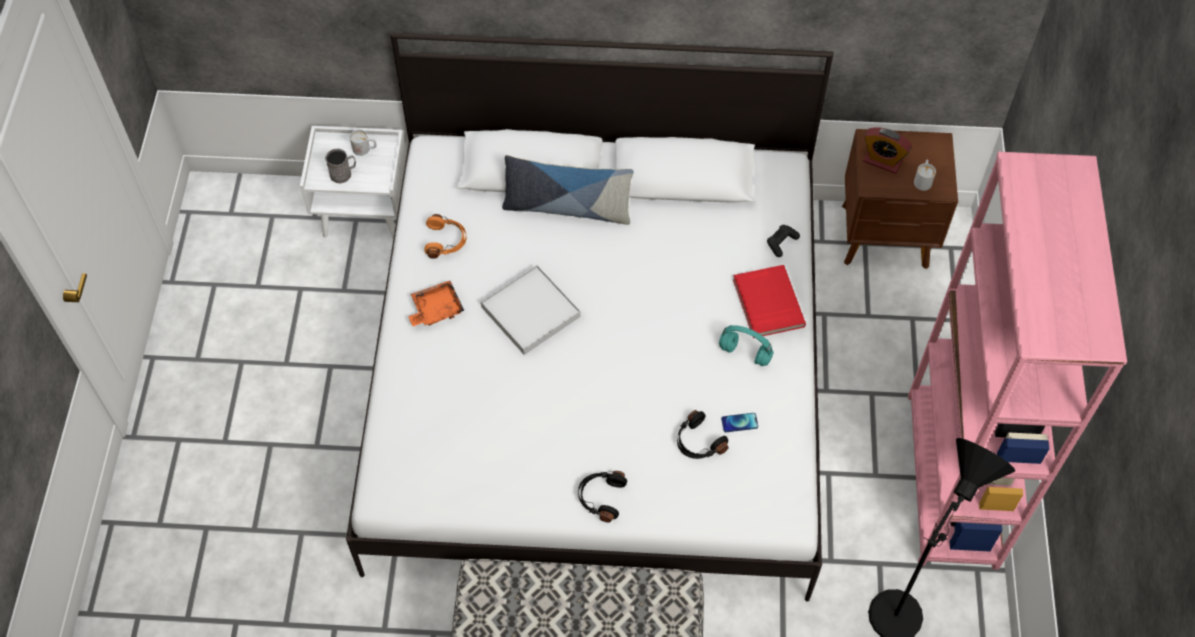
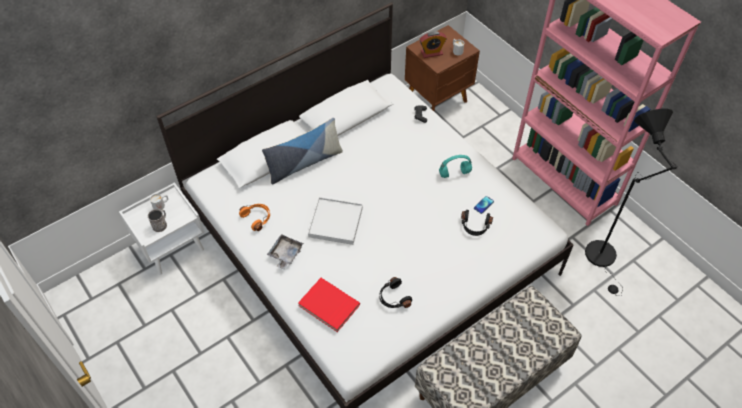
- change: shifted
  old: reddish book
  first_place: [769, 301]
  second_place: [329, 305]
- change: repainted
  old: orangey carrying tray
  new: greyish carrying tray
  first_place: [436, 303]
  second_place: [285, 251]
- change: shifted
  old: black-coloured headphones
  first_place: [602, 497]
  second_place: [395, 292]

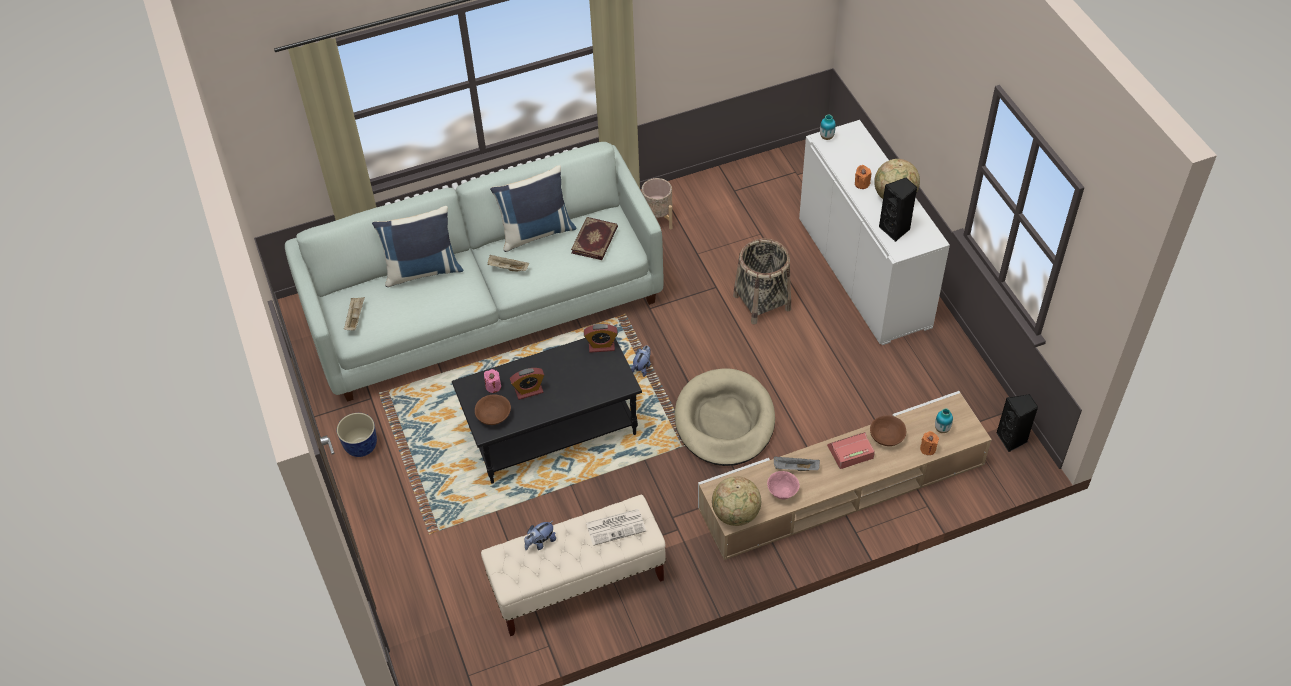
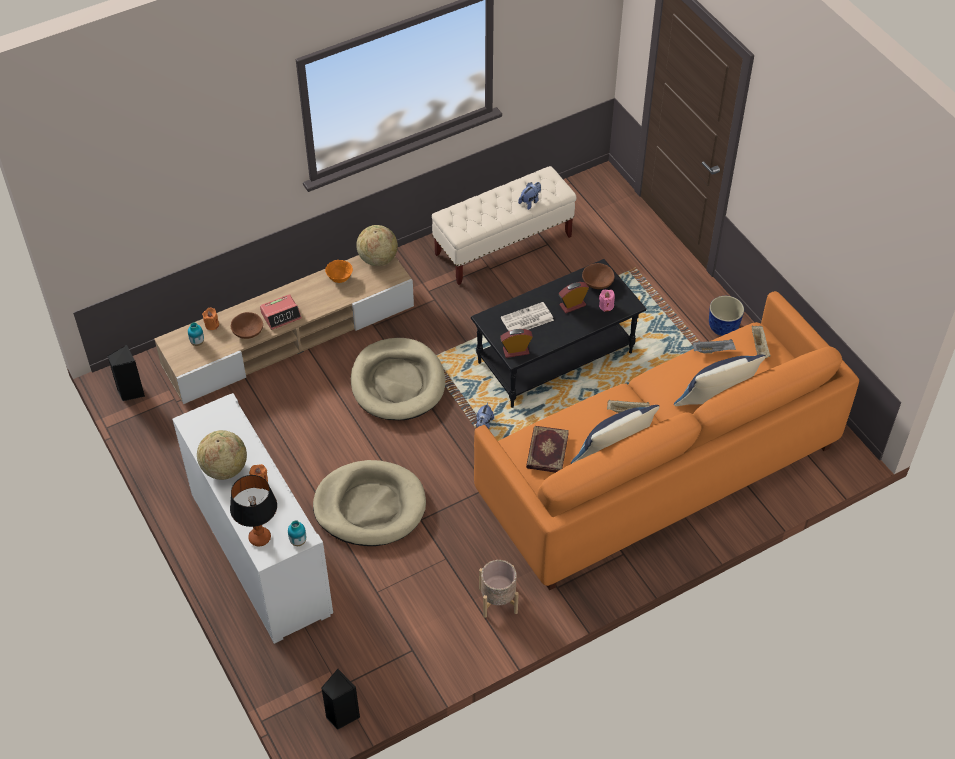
- change: repainted
  old: white-coloured couch
  new: orangey couch
  first_place: [474, 272]
  second_place: [666, 440]
- change: shifted
  old: black-coloured audio speaker
  first_place: [898, 210]
  second_place: [340, 699]
- change: swapped
  old: storage basket
  new: sand-coloured dog bed
  first_place: [762, 281]
  second_place: [369, 503]
- change: shifted
  old: greyish carrying tray
  first_place: [797, 463]
  second_place: [714, 346]
- change: repainted
  old: pink-coloured serving bowl
  new: orangey serving bowl
  first_place: [783, 485]
  second_place: [339, 271]
- change: shifted
  old: printed paper
  first_place: [616, 527]
  second_place: [527, 316]
- change: new
  new: tabletop lamp
  second_place: [253, 510]

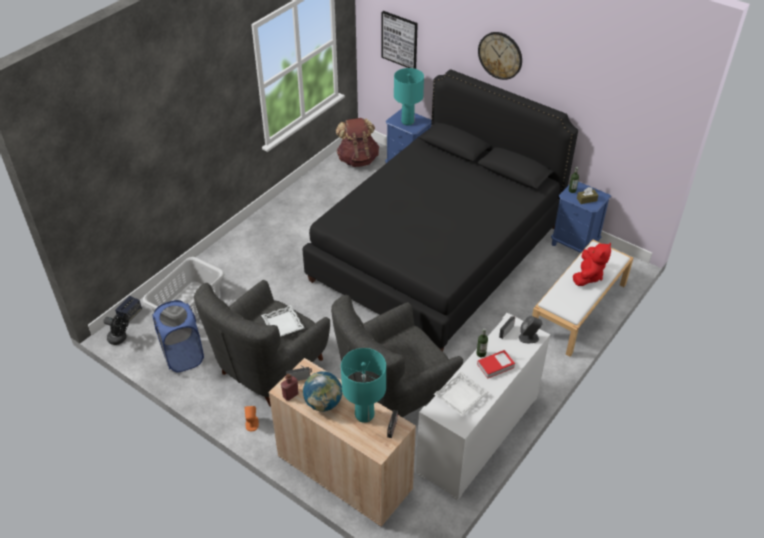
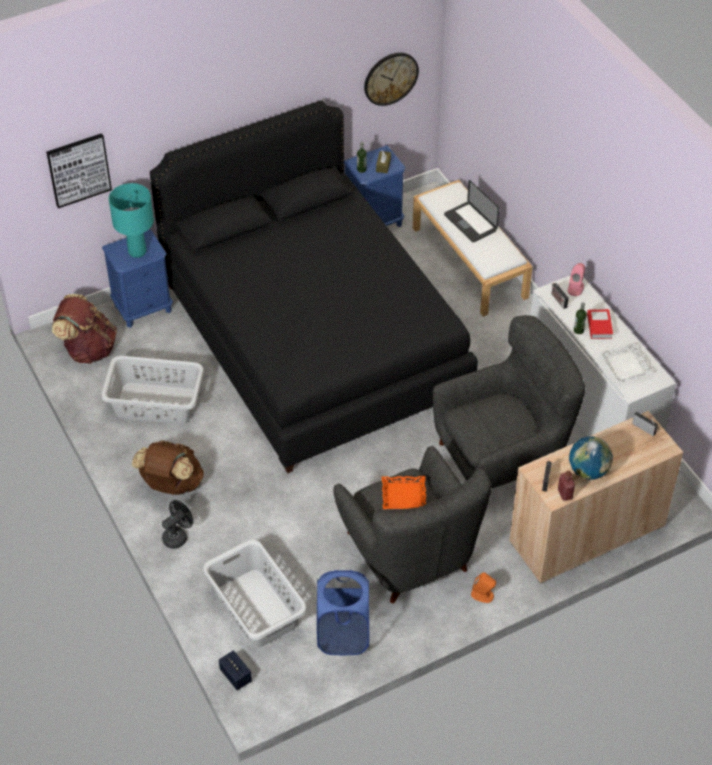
- change: shifted
  old: wall clock
  first_place: [500, 56]
  second_place: [391, 79]
- change: swapped
  old: reddish cuddly toy
  new: notebook computer
  first_place: [592, 264]
  second_place: [471, 211]
- change: rotated
  old: greyish armchair
  first_place: [397, 356]
  second_place: [509, 402]
  degrees: -105
- change: repainted
  old: white-coloured carrying tray
  new: orangey carrying tray
  first_place: [282, 321]
  second_place: [404, 492]
- change: shifted
  old: black-coloured electric fan
  first_place: [116, 328]
  second_place: [177, 524]
- change: repainted
  old: greyish audio speaker
  new: pink-coloured audio speaker
  first_place: [530, 329]
  second_place: [576, 279]
- change: gone
  old: blue-green tabletop lamp
  first_place: [363, 385]
- change: new
  new: greyish hamper
  second_place: [152, 390]
- change: new
  new: brownish knapsack
  second_place: [168, 467]

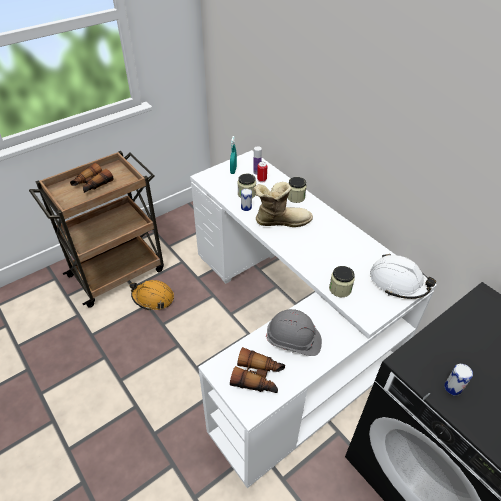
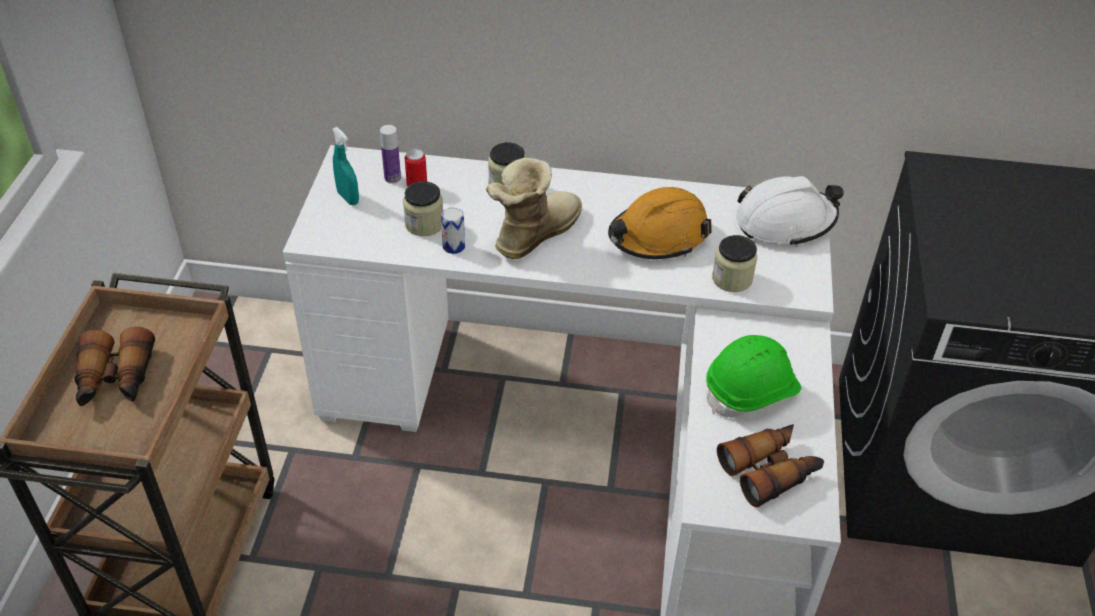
- change: shifted
  old: orangey safety helmet
  first_place: [152, 295]
  second_place: [660, 223]
- change: repainted
  old: greyish safety helmet
  new: green safety helmet
  first_place: [294, 332]
  second_place: [753, 376]
- change: gone
  old: sealed can
  first_place: [458, 380]

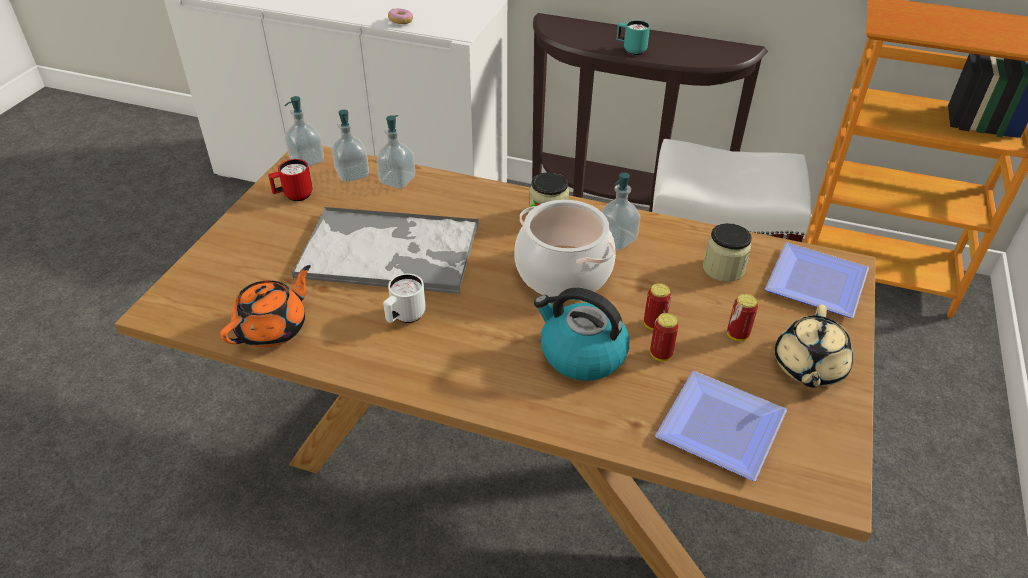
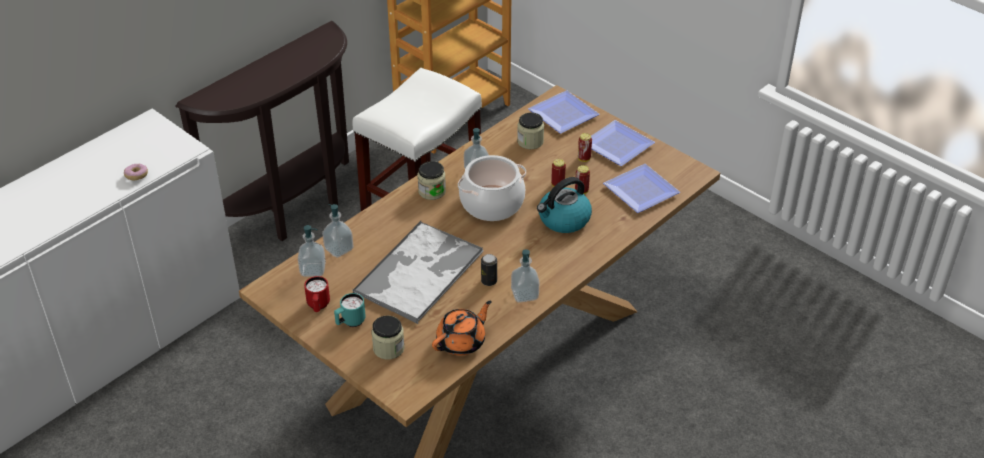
- change: shifted
  old: blue-green mug
  first_place: [633, 37]
  second_place: [350, 310]
- change: shifted
  old: soap bottle
  first_place: [304, 131]
  second_place: [525, 276]
- change: rotated
  old: orangey tea pot
  first_place: [265, 306]
  second_place: [462, 327]
  degrees: 75
- change: swapped
  old: white-coloured mug
  new: sealed can
  first_place: [404, 298]
  second_place: [489, 270]
- change: swapped
  old: sand-coloured tea pot
  new: flat dish
  first_place: [814, 346]
  second_place: [623, 143]
- change: new
  new: jar
  second_place: [388, 338]

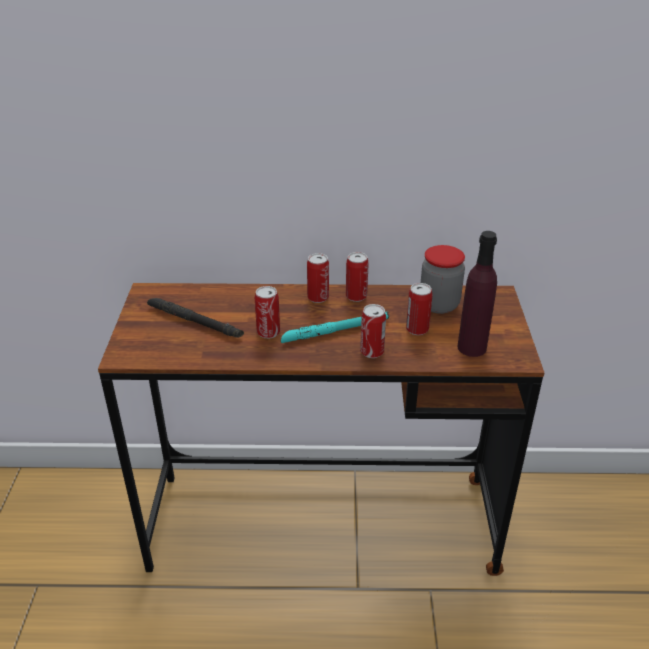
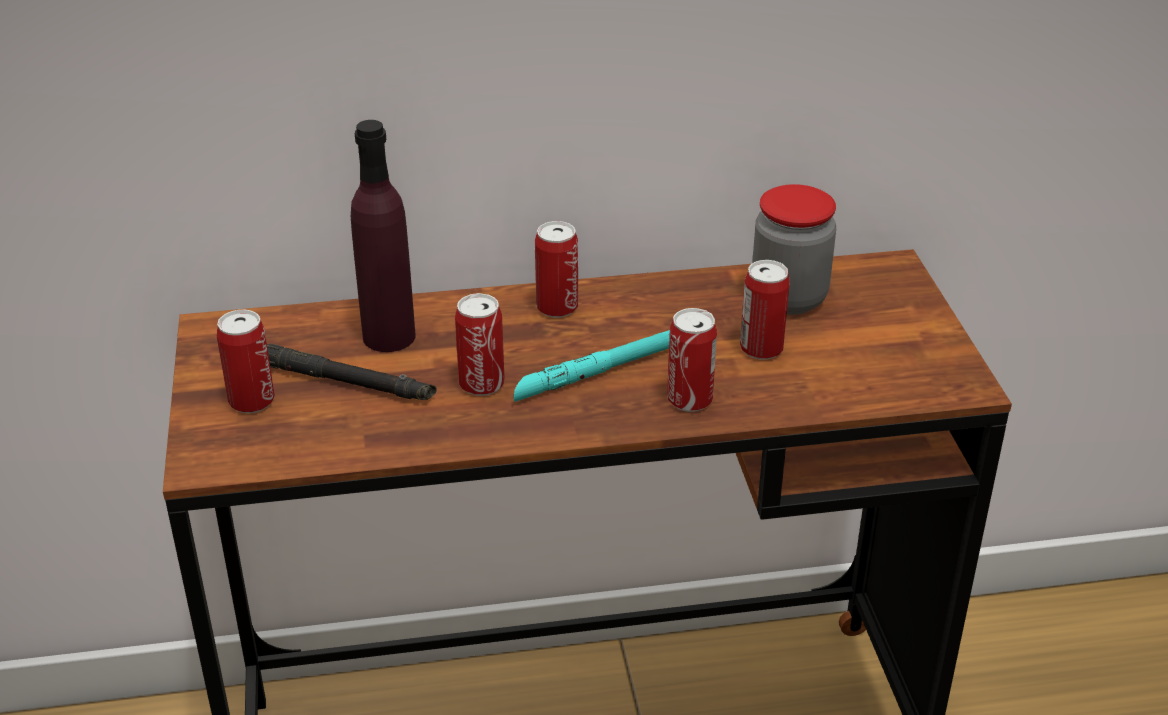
- change: shifted
  old: purple beverage bottle
  first_place: [477, 294]
  second_place: [383, 236]
- change: shifted
  old: sealed can
  first_place: [357, 277]
  second_place: [246, 361]

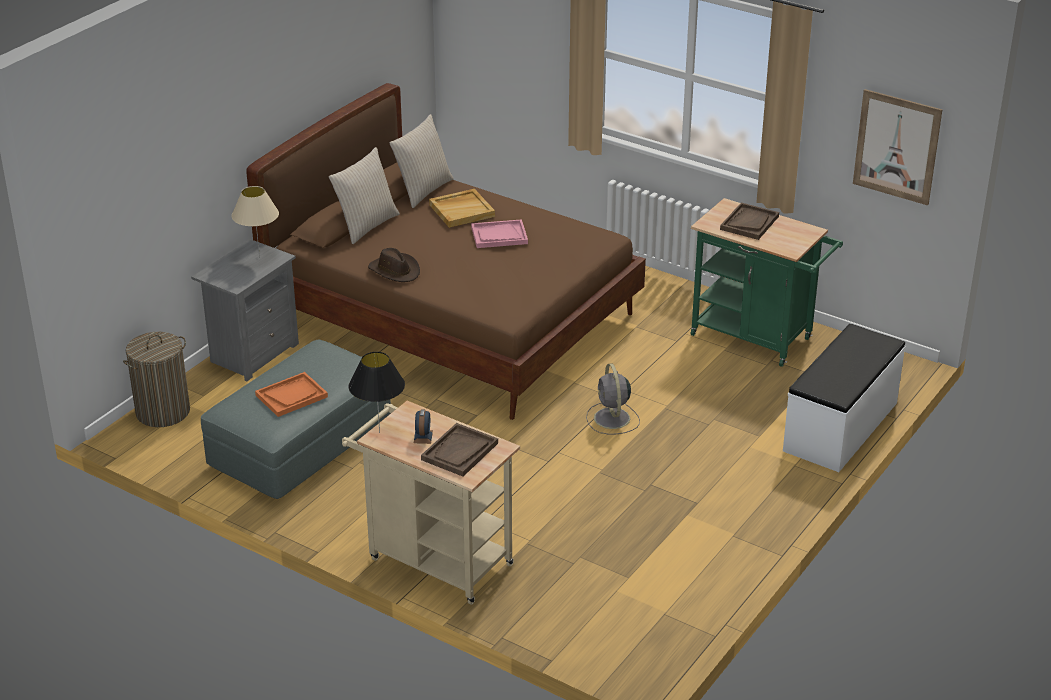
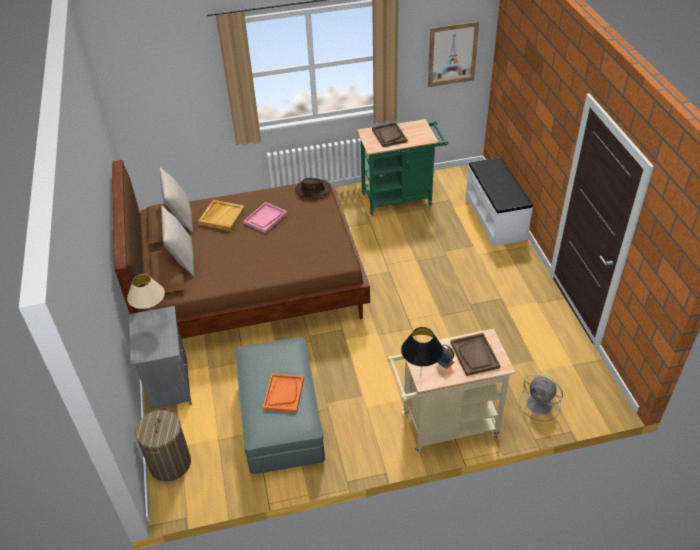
- change: shifted
  old: brownish wearable hat
  first_place: [394, 265]
  second_place: [313, 187]
- change: shifted
  old: greyish electric fan
  first_place: [613, 399]
  second_place: [541, 397]

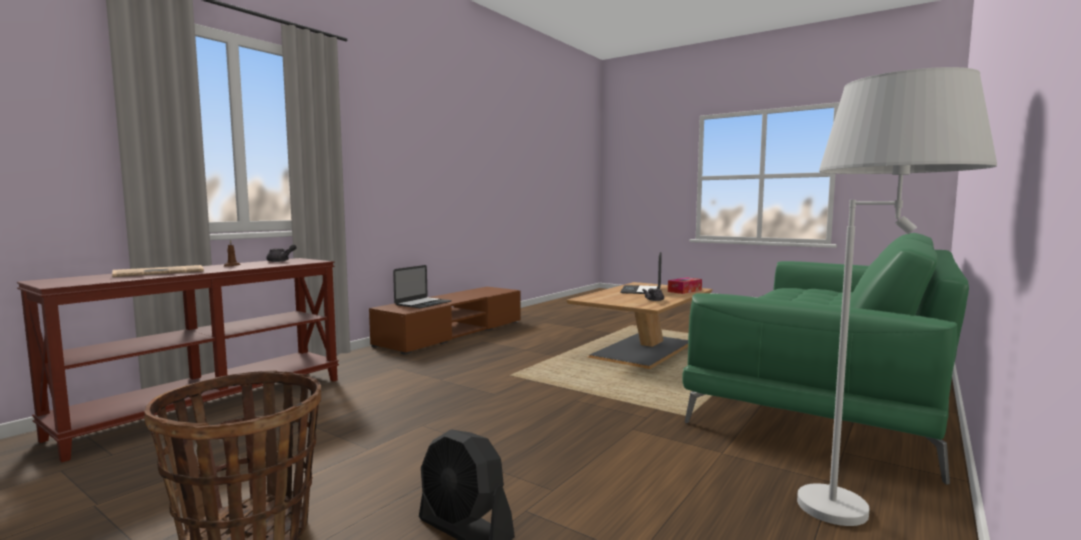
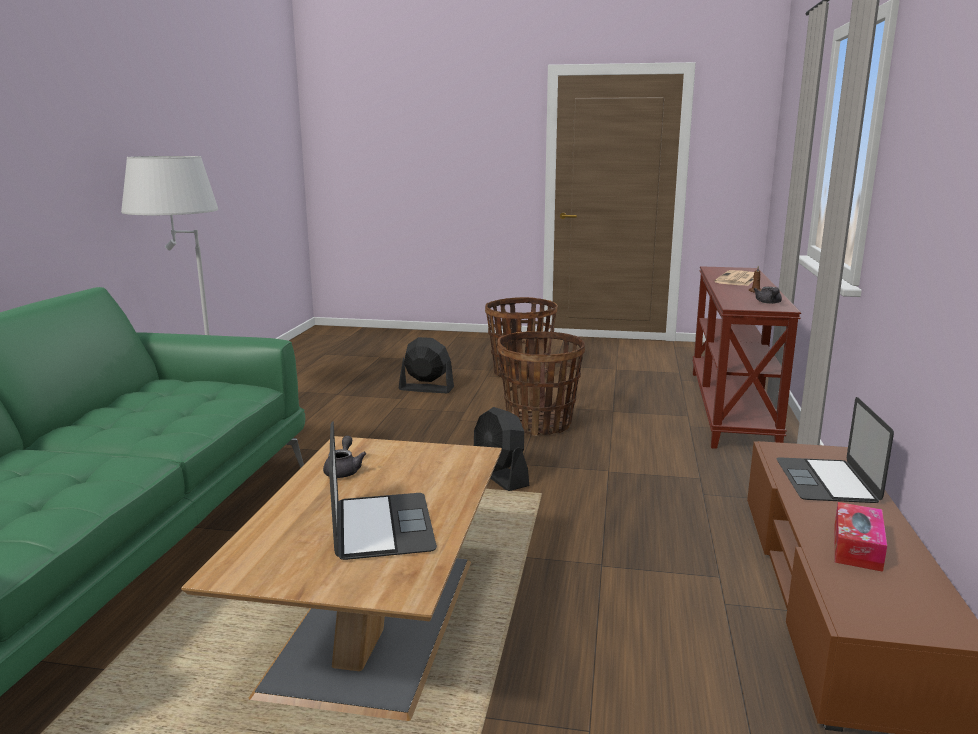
- change: shifted
  old: box of tissues
  first_place: [685, 285]
  second_place: [860, 537]
- change: new
  new: storage basket
  second_place: [541, 383]
- change: new
  new: black-coloured electric fan
  second_place: [501, 449]

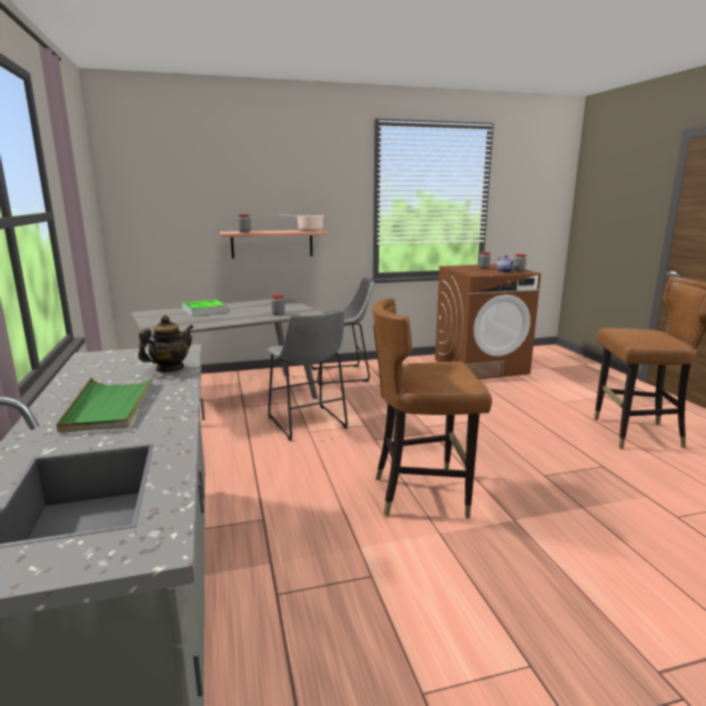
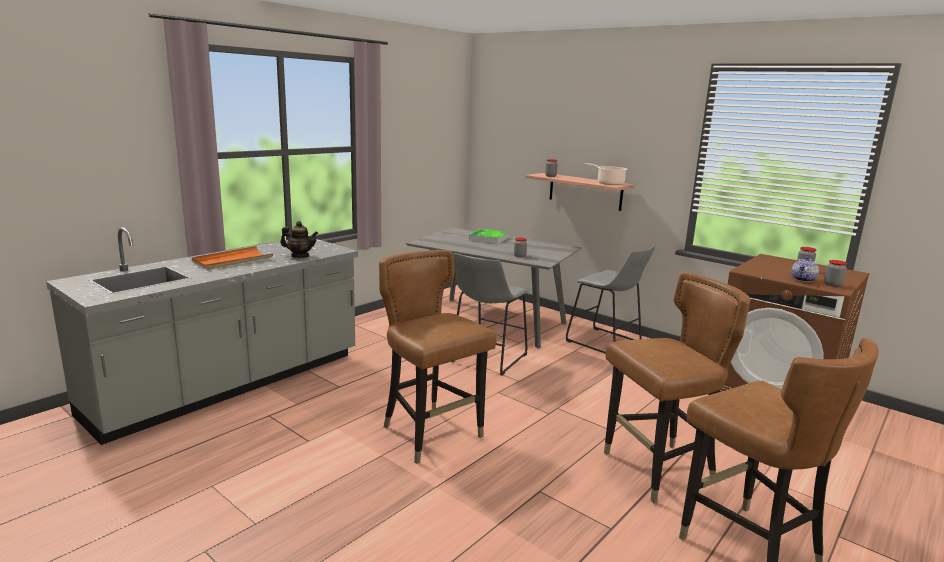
- change: repainted
  old: green carrying tray
  new: orangey carrying tray
  first_place: [106, 403]
  second_place: [232, 258]
- change: new
  new: brownish upright chair
  second_place: [677, 388]

